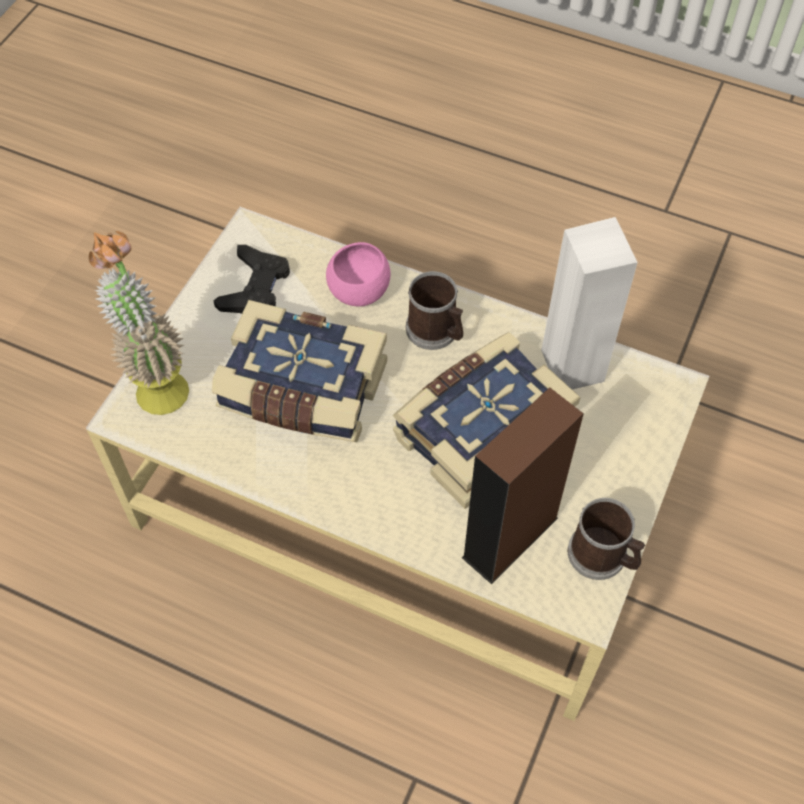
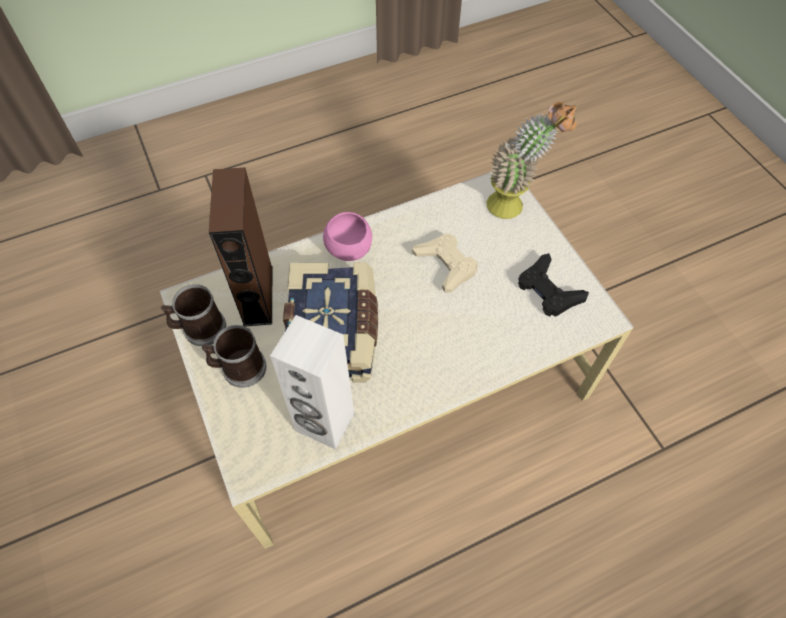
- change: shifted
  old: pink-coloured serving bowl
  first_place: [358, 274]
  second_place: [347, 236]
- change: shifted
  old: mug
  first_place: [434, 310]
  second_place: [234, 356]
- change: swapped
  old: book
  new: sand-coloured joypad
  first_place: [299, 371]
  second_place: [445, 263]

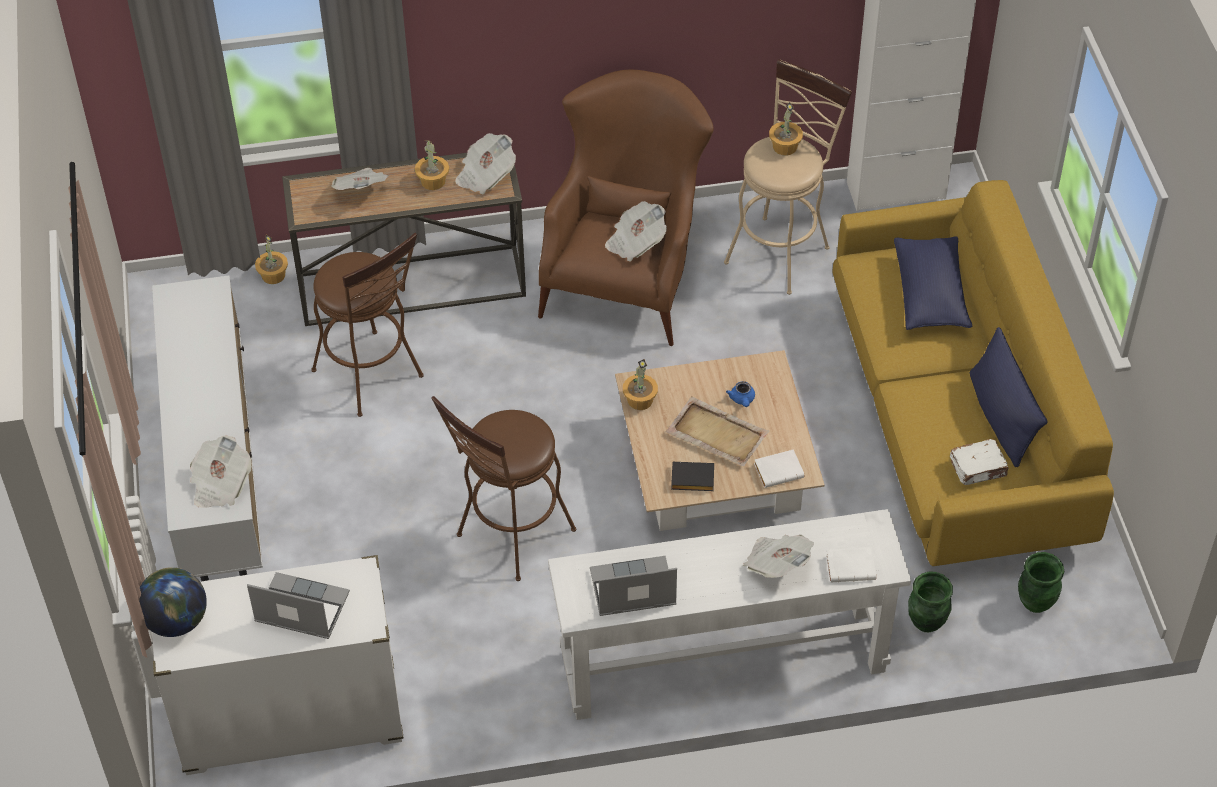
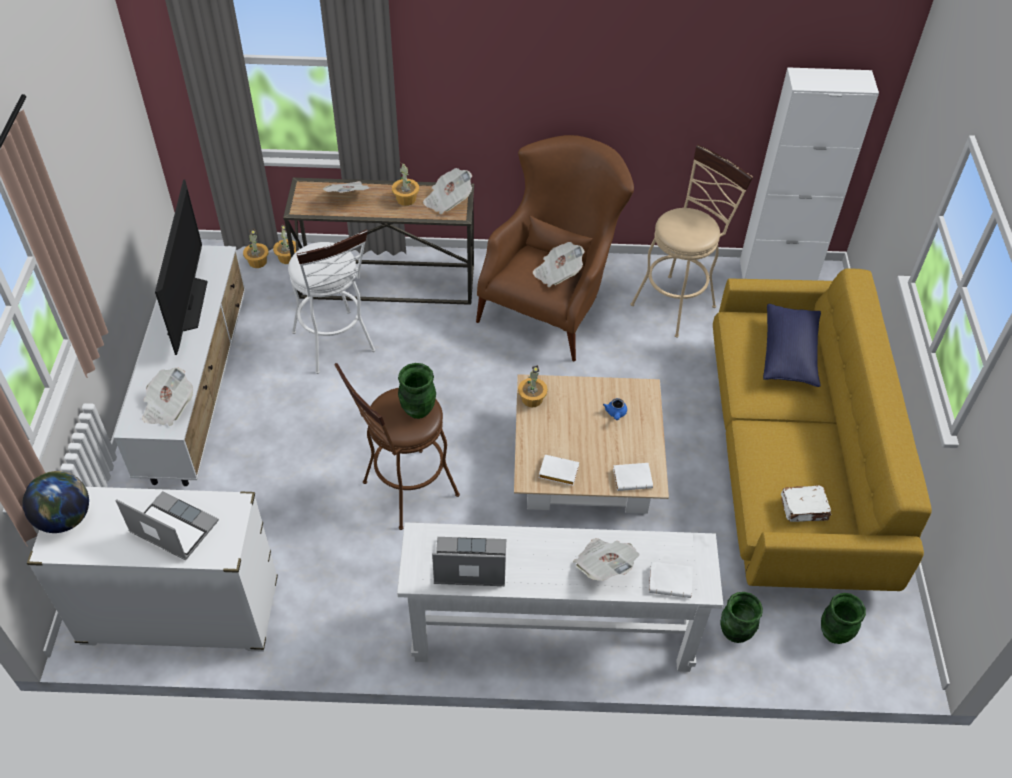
- change: shifted
  old: houseplant
  first_place: [786, 129]
  second_place: [256, 248]
- change: repainted
  old: brownish stool seat
  new: white-coloured stool seat
  first_place: [367, 325]
  second_place: [332, 301]
- change: gone
  old: blue-coloured throw pillow
  first_place: [1009, 397]
- change: gone
  old: sand-coloured carrying tray
  first_place: [717, 431]
- change: repainted
  old: black-coloured book
  new: white-coloured book
  first_place: [692, 476]
  second_place: [559, 470]
- change: new
  new: TV
  second_place: [181, 267]
- change: new
  new: green vase
  second_place: [417, 391]

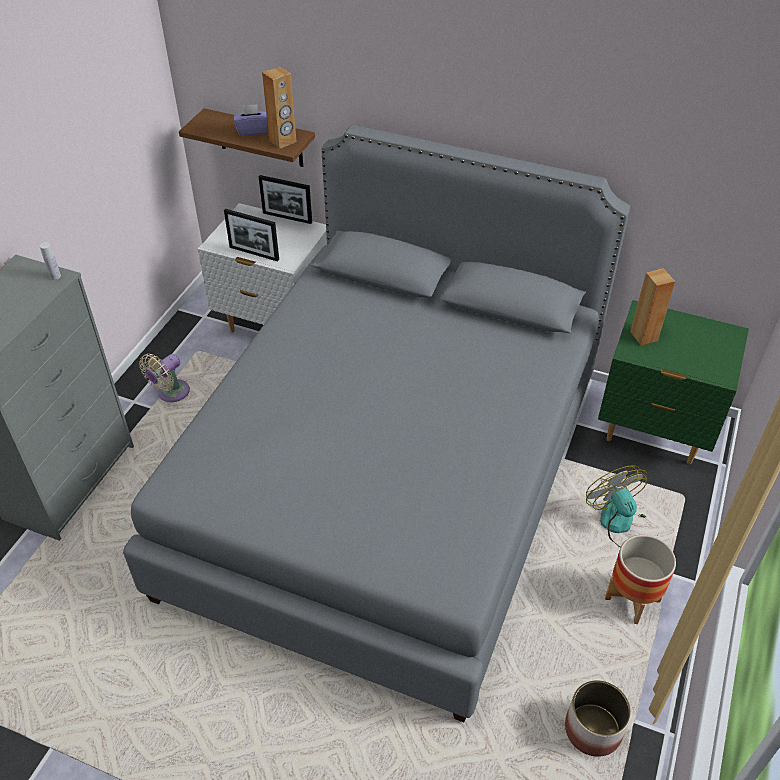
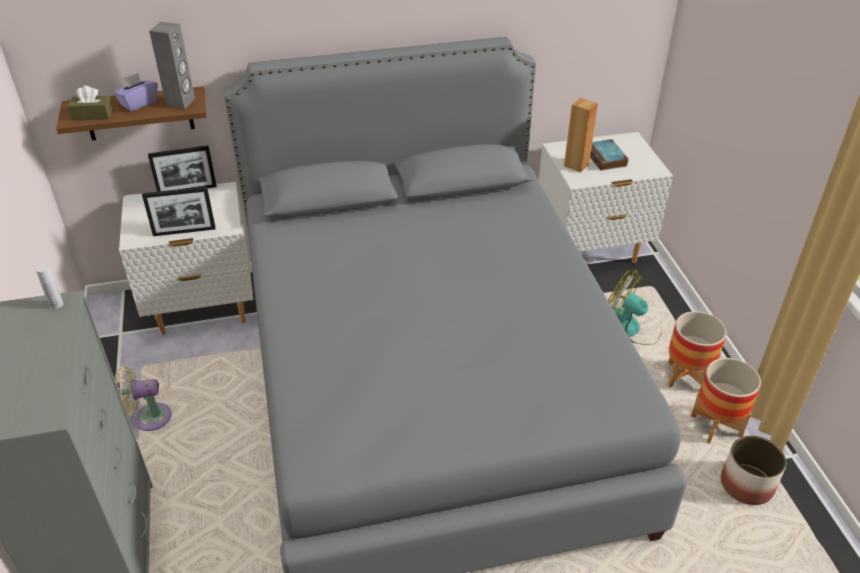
- change: repainted
  old: brownish audio speaker
  new: greyish audio speaker
  first_place: [279, 107]
  second_place: [172, 65]
- change: repainted
  old: green night table
  new: white-coloured night table
  first_place: [673, 382]
  second_place: [606, 197]
- change: rotated
  old: sand-coloured electric fan
  first_place: [164, 378]
  second_place: [142, 398]
  degrees: 75
- change: new
  new: brownish box of tissues
  second_place: [90, 102]
- change: new
  new: book
  second_place: [609, 154]
- change: new
  new: plant pot
  second_place: [726, 401]

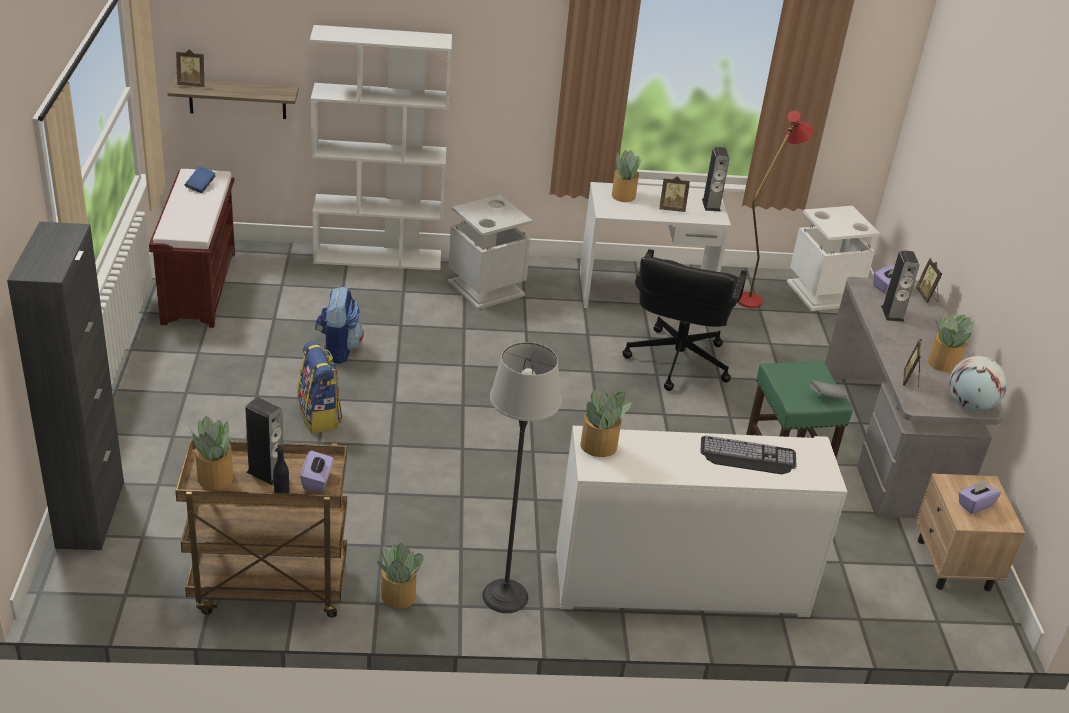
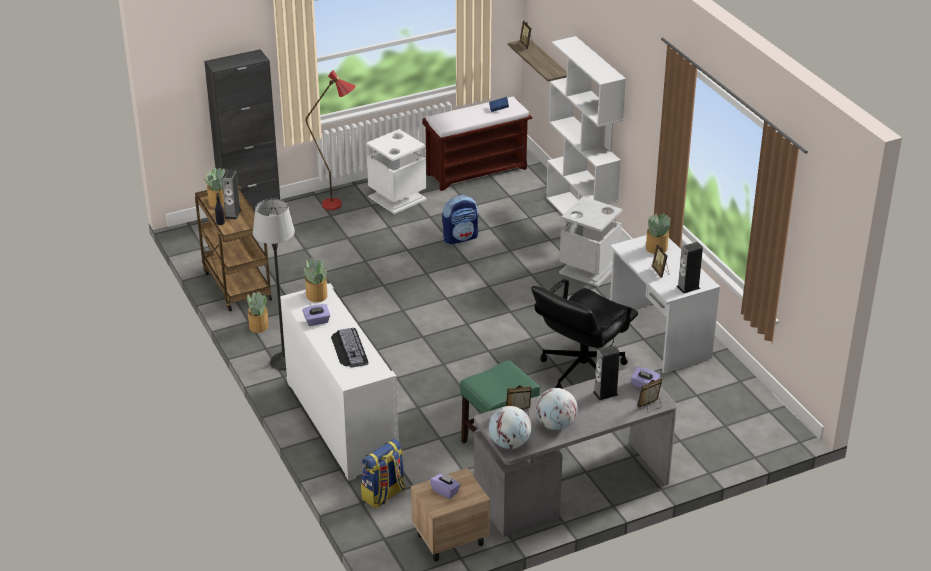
- change: shifted
  old: reddish standard lamp
  first_place: [775, 209]
  second_place: [331, 140]
- change: shifted
  old: white-coloured trash can
  first_place: [833, 258]
  second_place: [396, 171]
- change: rotated
  old: black-coloured desk chair
  first_place: [685, 320]
  second_place: [584, 334]
  degrees: -45
- change: swapped
  old: houseplant
  new: desk globe
  first_place: [951, 342]
  second_place: [557, 409]
- change: shifted
  old: knapsack
  first_place: [320, 387]
  second_place: [383, 474]
- change: gone
  old: greyish book
  first_place: [828, 390]
- change: shifted
  old: purple box of tissues
  first_place: [317, 471]
  second_place: [316, 315]

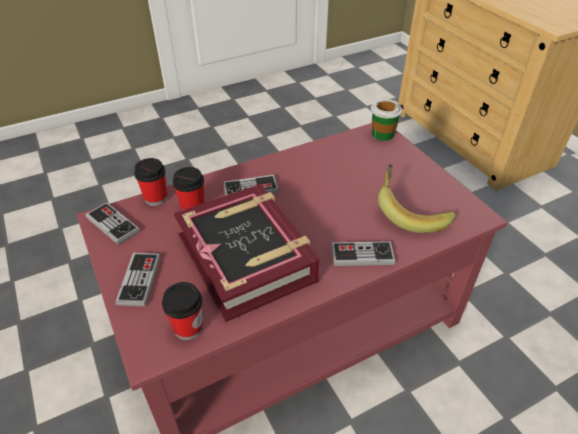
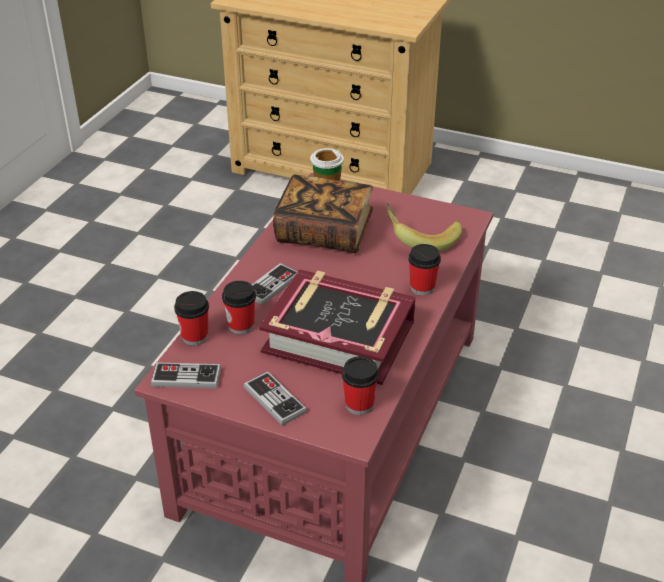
- change: swapped
  old: joypad
  new: drinking cup
  first_place: [363, 253]
  second_place: [424, 270]
- change: new
  new: book
  second_place: [323, 213]

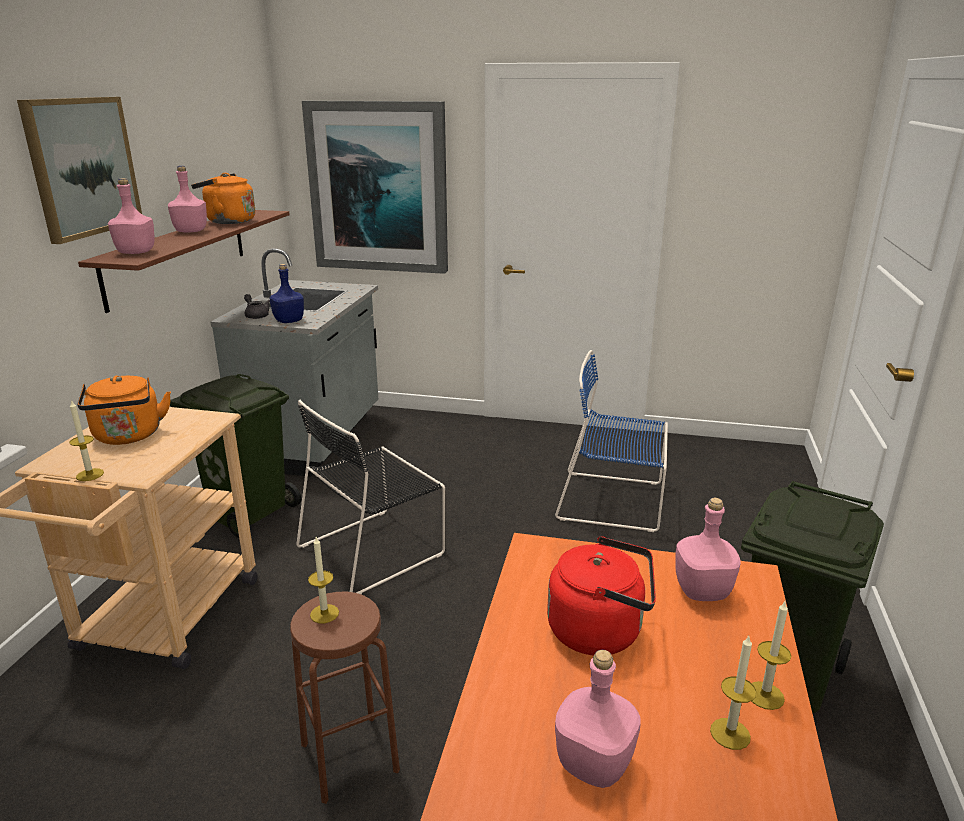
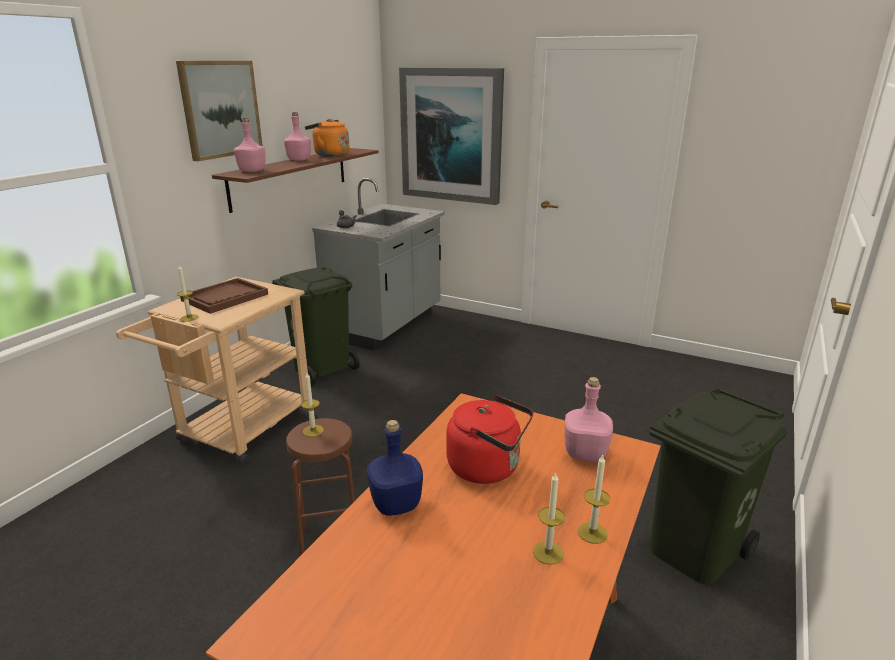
- change: shifted
  old: blue-coloured beverage bottle
  first_place: [287, 293]
  second_place: [395, 467]
- change: gone
  old: blue-coloured upright chair
  first_place: [611, 441]
- change: swapped
  old: orangey tea kettle
  new: brownish carrying tray
  first_place: [124, 410]
  second_place: [224, 296]
- change: gone
  old: black-coloured upright chair
  first_place: [370, 497]
- change: gone
  old: pink-coloured beverage bottle
  first_place: [598, 719]

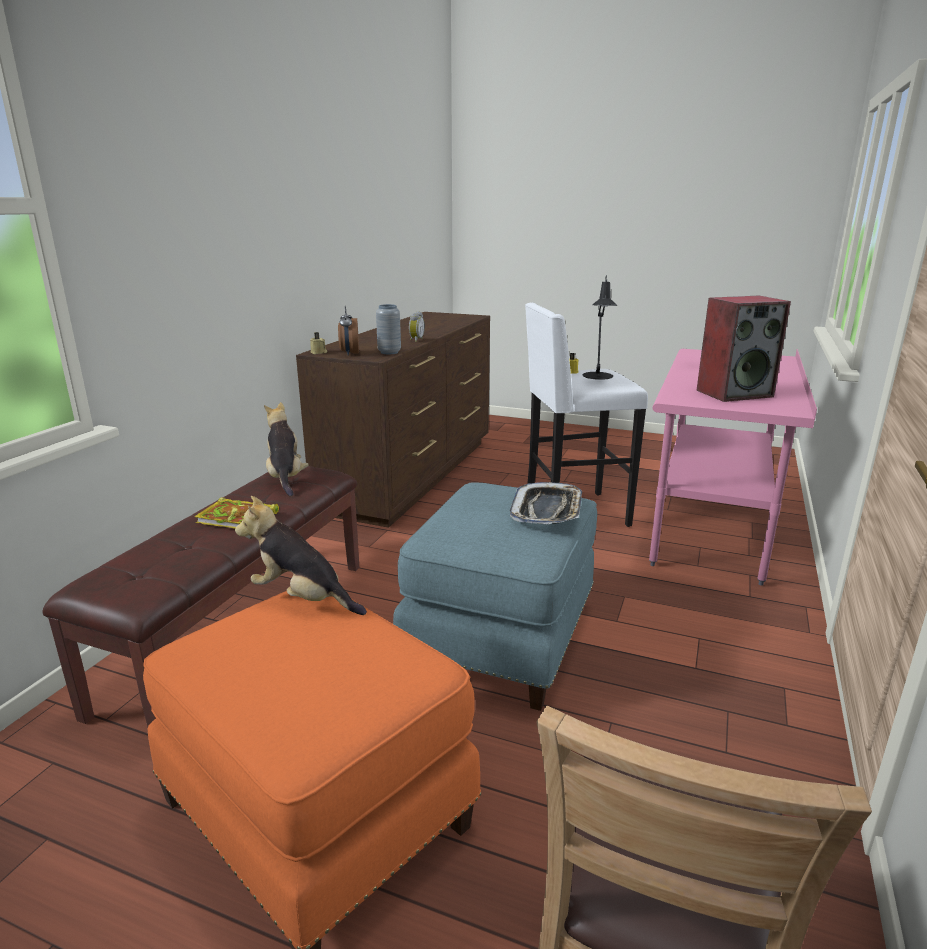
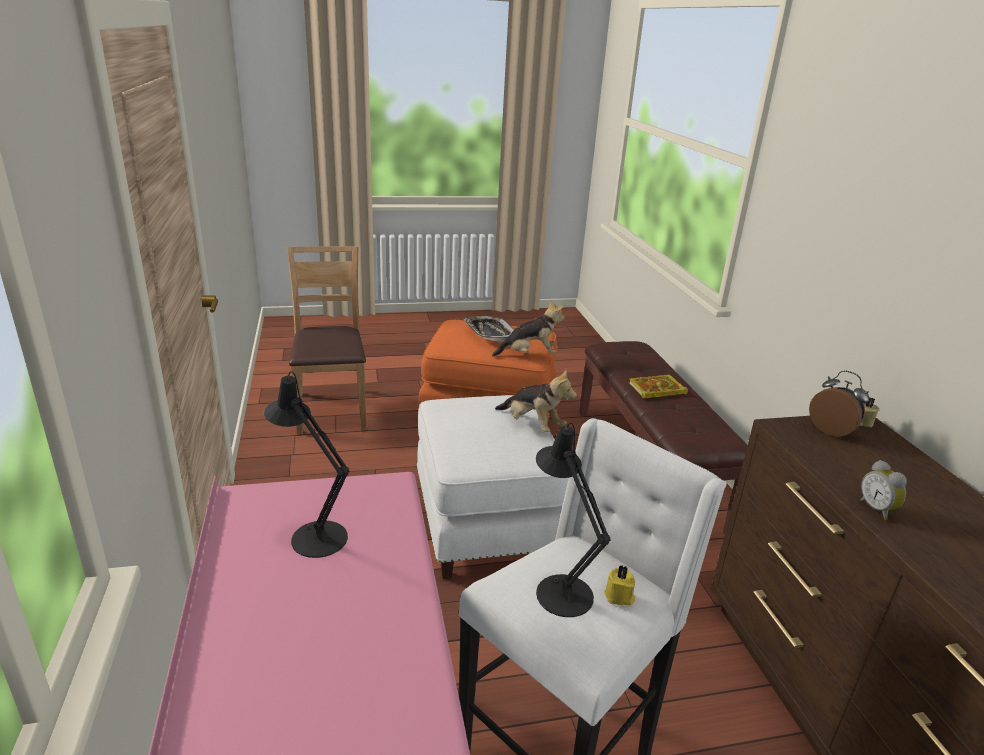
- change: swapped
  old: audio speaker
  new: black-coloured tabletop lamp
  first_place: [743, 349]
  second_place: [307, 464]
- change: gone
  old: greyish vase
  first_place: [388, 329]
- change: shifted
  old: cuddly toy
  first_place: [286, 449]
  second_place: [536, 400]
- change: repainted
  old: blue-coloured footrest
  new: white-coloured footrest
  first_place: [495, 596]
  second_place: [493, 487]
- change: shifted
  old: carrying tray
  first_place: [546, 503]
  second_place: [489, 328]

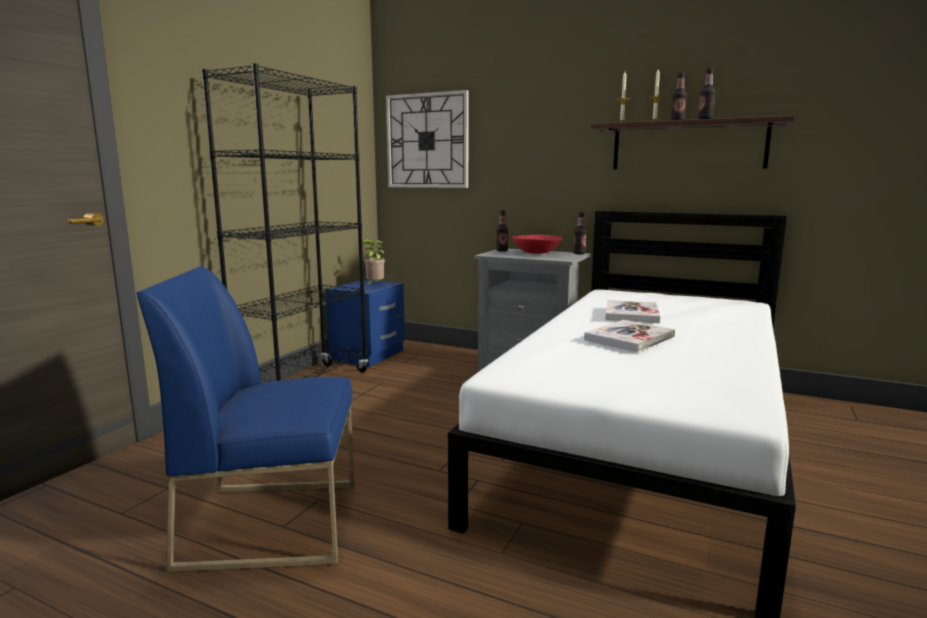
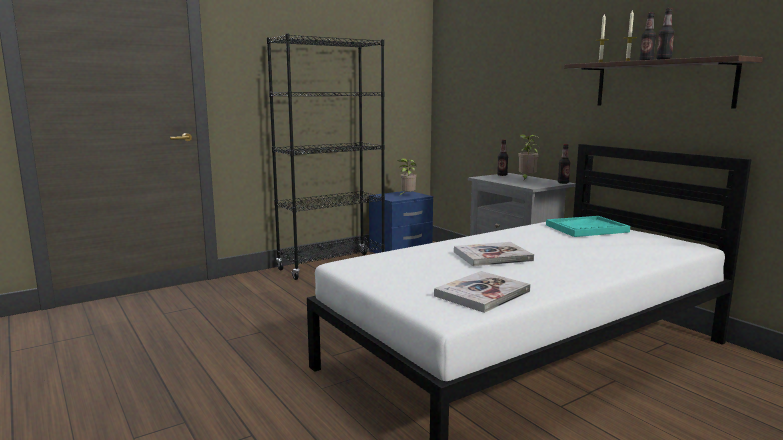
- change: gone
  old: wall clock
  first_place: [427, 139]
- change: swapped
  old: reddish serving bowl
  new: houseplant
  first_place: [537, 244]
  second_place: [528, 157]
- change: gone
  old: blue-coloured upright chair
  first_place: [245, 419]
- change: shifted
  old: book
  first_place: [632, 311]
  second_place: [482, 292]
- change: new
  new: blue-green carrying tray
  second_place: [588, 226]

